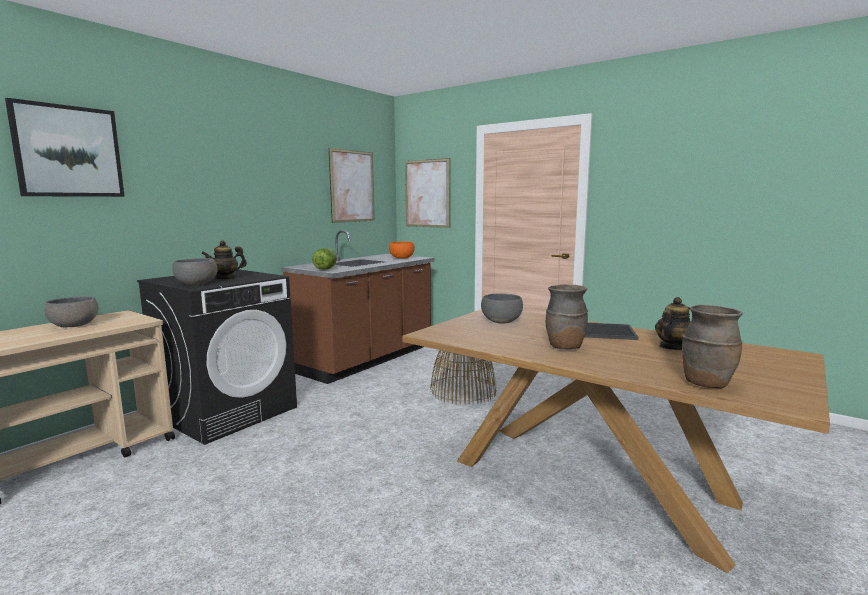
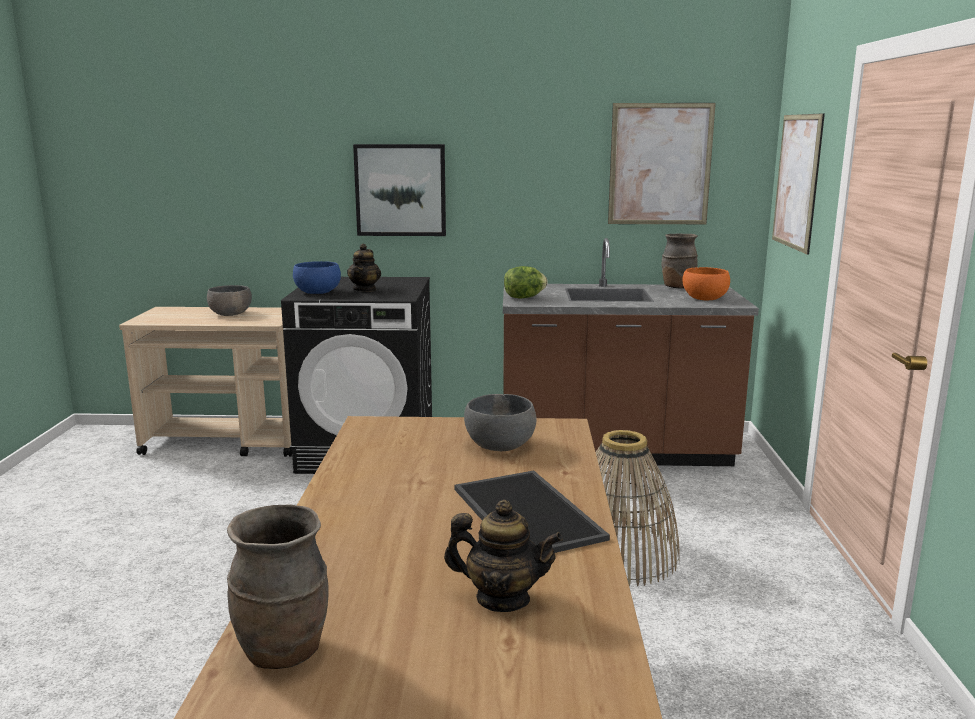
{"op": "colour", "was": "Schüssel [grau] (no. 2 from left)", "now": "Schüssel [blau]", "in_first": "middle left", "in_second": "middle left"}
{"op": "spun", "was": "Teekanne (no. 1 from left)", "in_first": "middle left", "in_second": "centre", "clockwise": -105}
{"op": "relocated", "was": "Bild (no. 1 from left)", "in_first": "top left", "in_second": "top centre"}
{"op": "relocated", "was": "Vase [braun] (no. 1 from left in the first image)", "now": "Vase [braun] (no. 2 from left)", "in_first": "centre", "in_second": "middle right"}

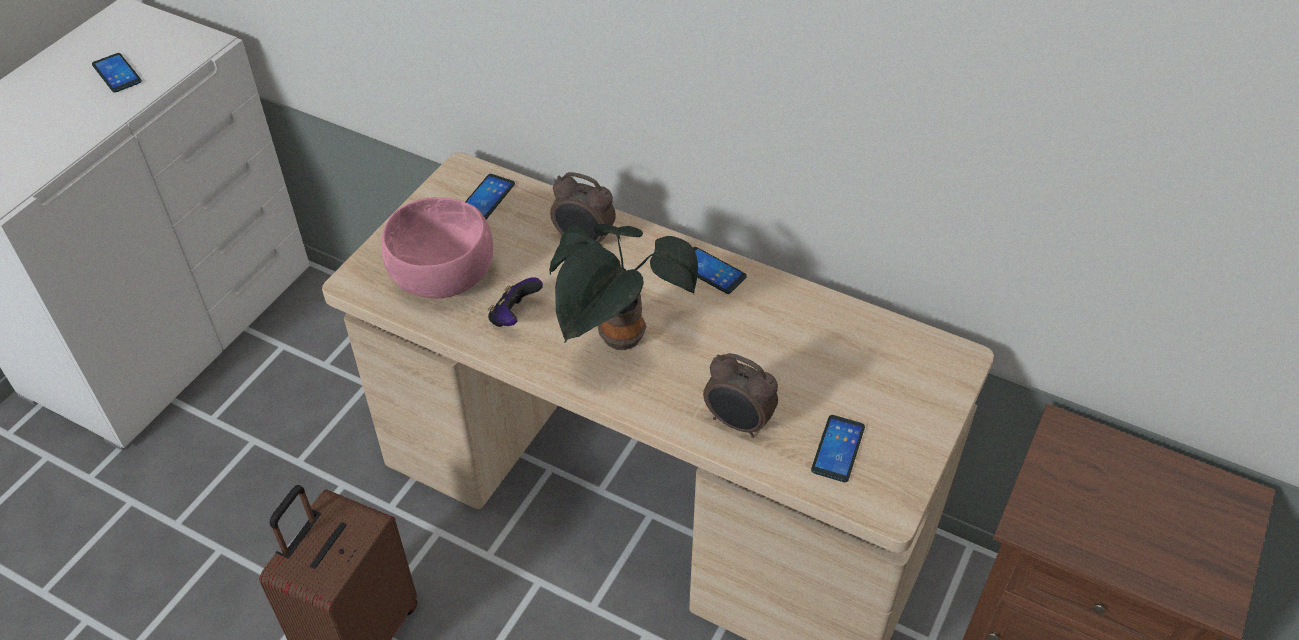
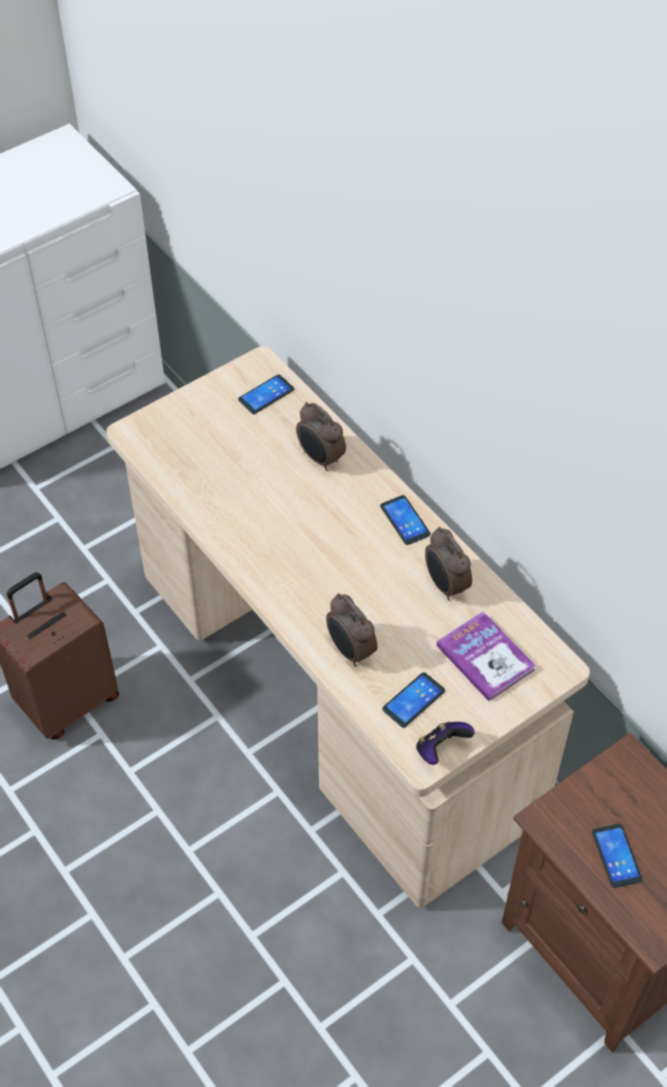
{"op": "relocated", "was": "Gamepad", "in_first": "centre", "in_second": "bottom right"}
{"op": "appeared", "now": "Wecker (no. 3 from left)", "in_second": "middle right"}
{"op": "appeared", "now": "Buch", "in_second": "middle right"}
{"op": "relocated", "was": "Handy (no. 1 from left in the first image)", "now": "Handy (no. 4 from left)", "in_first": "top left", "in_second": "bottom right"}
{"op": "missing", "was": "Schüssel [rosa]", "in_first": "centre"}
{"op": "missing", "was": "Topfpflanze", "in_first": "centre"}

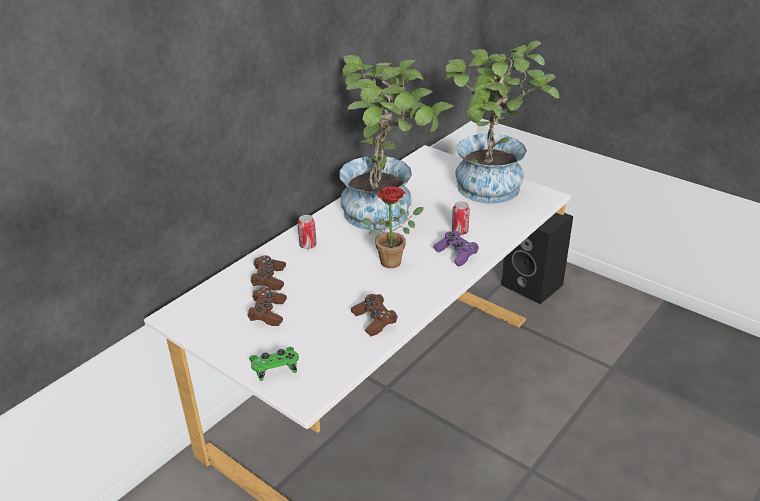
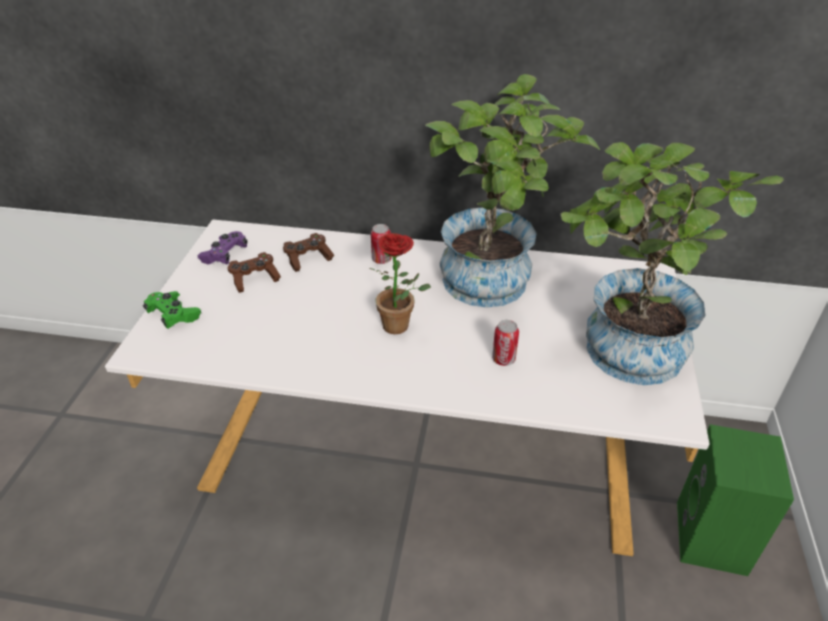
{"op": "relocated", "was": "Gamepad [lila]", "in_first": "centre", "in_second": "middle left"}
{"op": "colour", "was": "Lautsprecher [schwarz]", "now": "Lautsprecher [grün]", "in_first": "middle right", "in_second": "bottom right"}
{"op": "missing", "was": "Gamepad [braun] (no. 3 from left)", "in_first": "centre"}

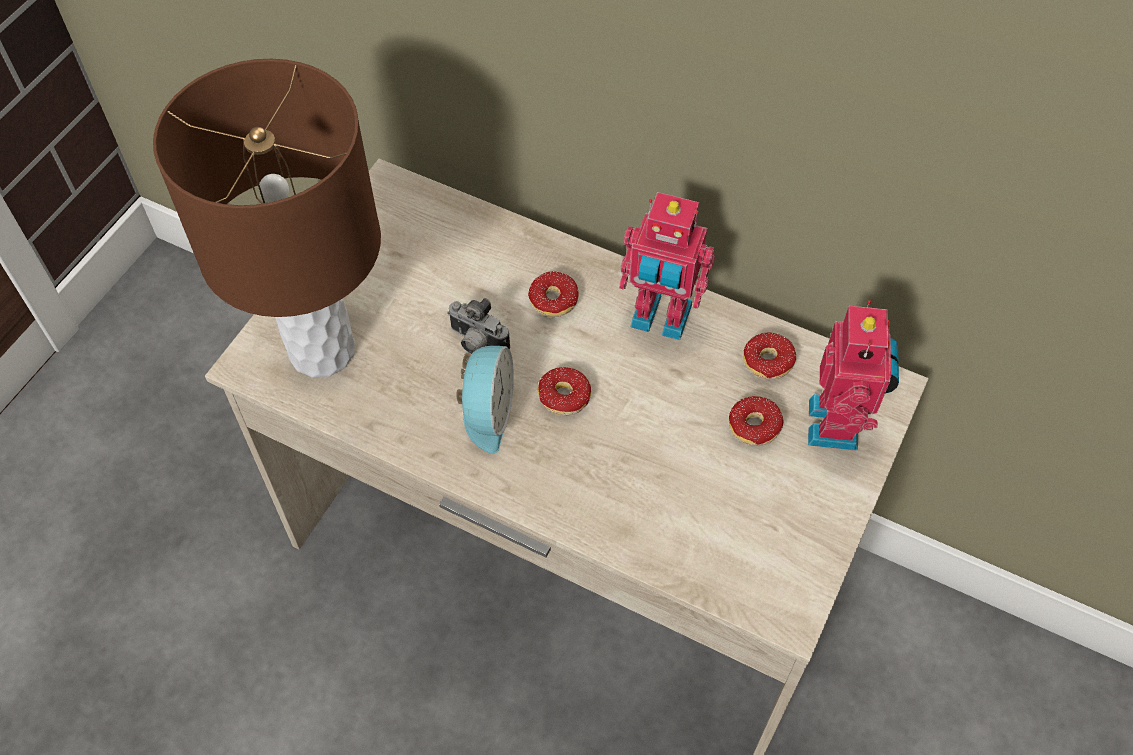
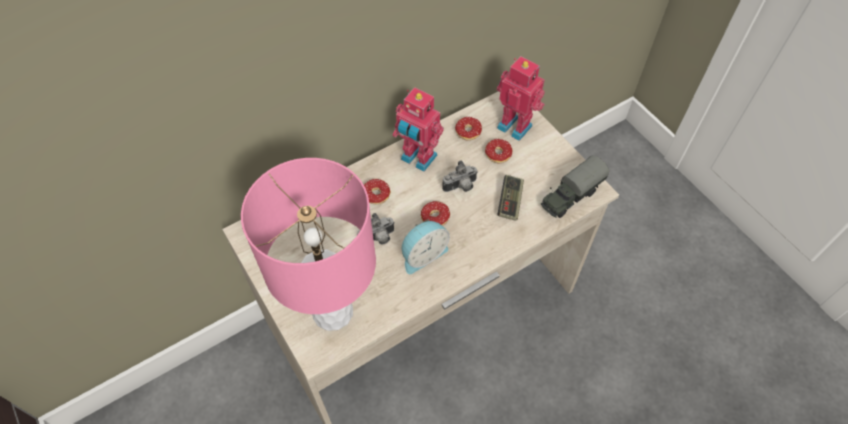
{"op": "colour", "was": "Tischlampe [braun]", "now": "Tischlampe [rosa]", "in_first": "top left", "in_second": "centre"}
{"op": "spun", "was": "Spielzeugroboter (no. 1 from left)", "in_first": "centre", "in_second": "top centre", "clockwise": 75}
{"op": "spun", "was": "Wecker", "in_first": "centre", "in_second": "centre", "clockwise": 105}
{"op": "appeared", "now": "Kamera (no. 2 from left)", "in_second": "centre"}
{"op": "appeared", "now": "Gamepad", "in_second": "centre"}
{"op": "appeared", "now": "Spielzeuglaster", "in_second": "middle right"}

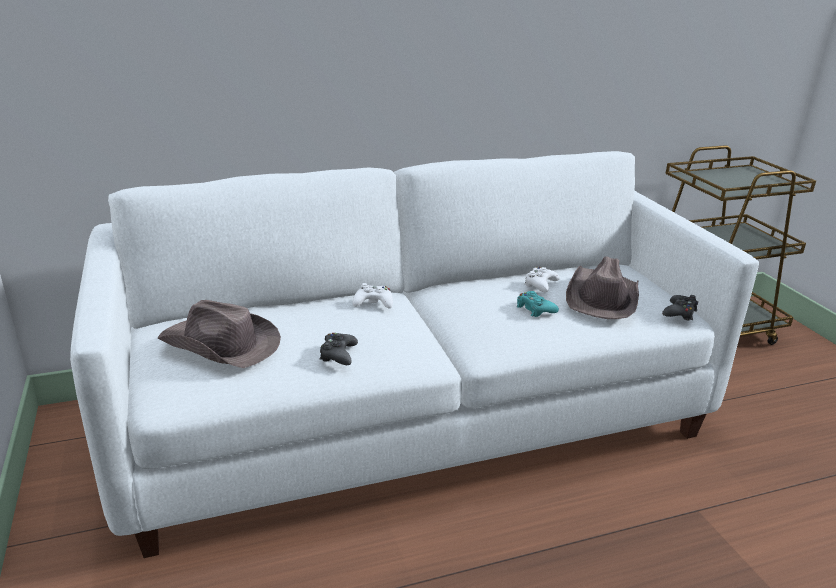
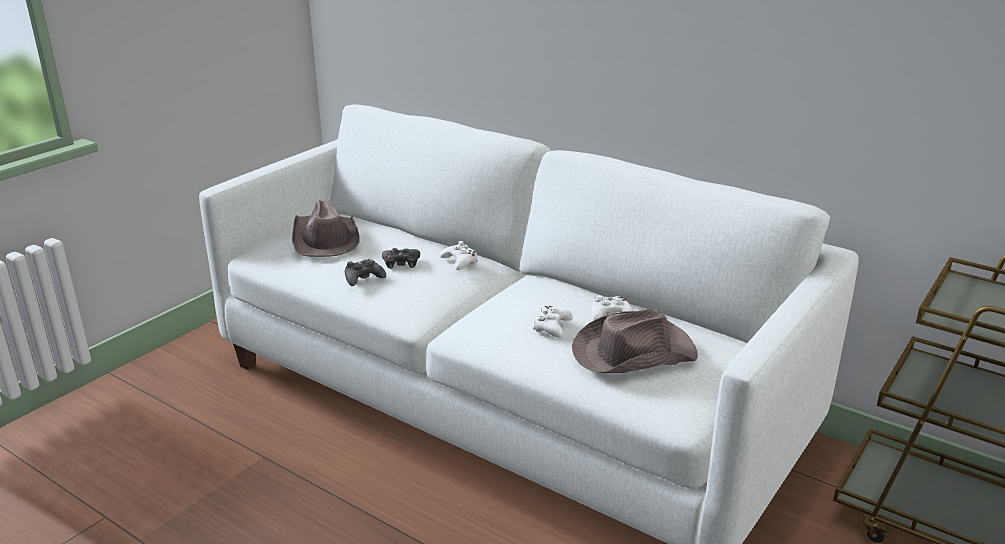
{"op": "relocated", "was": "Gamepad [schwarz] (no. 2 from left)", "in_first": "middle right", "in_second": "centre"}
{"op": "colour", "was": "Gamepad [türkis]", "now": "Gamepad [weiß] (no. 2 from left)", "in_first": "centre", "in_second": "centre"}

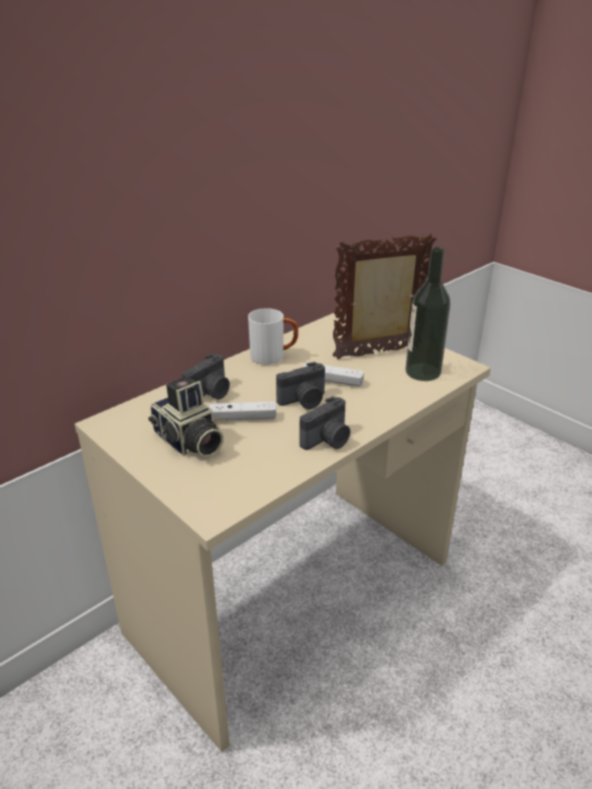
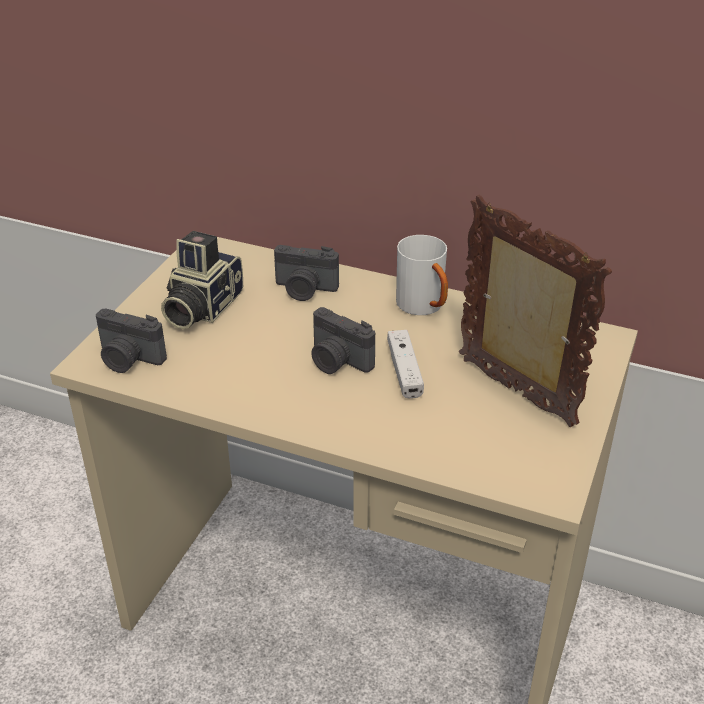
{"op": "relocated", "was": "Kamera (no. 4 from left in the first image)", "now": "Kamera (no. 1 from left)", "in_first": "centre", "in_second": "middle left"}
{"op": "missing", "was": "Gamepad [weiß] (no. 1 from left)", "in_first": "centre"}
{"op": "missing", "was": "Flasche", "in_first": "middle right"}

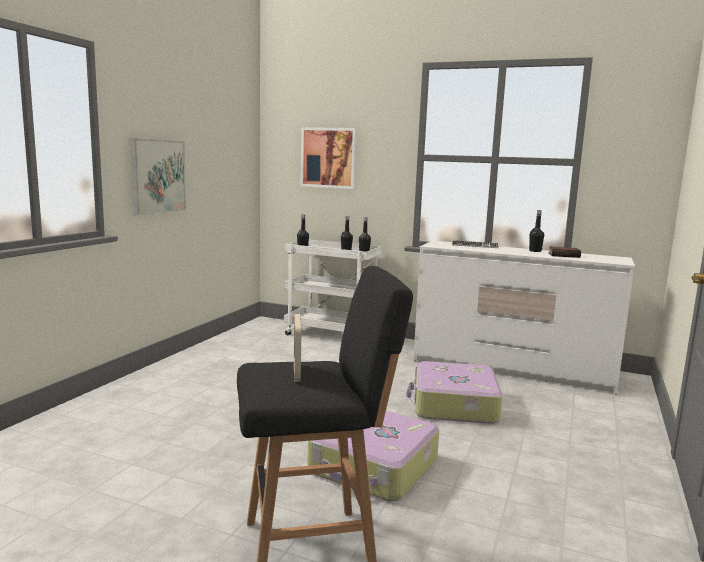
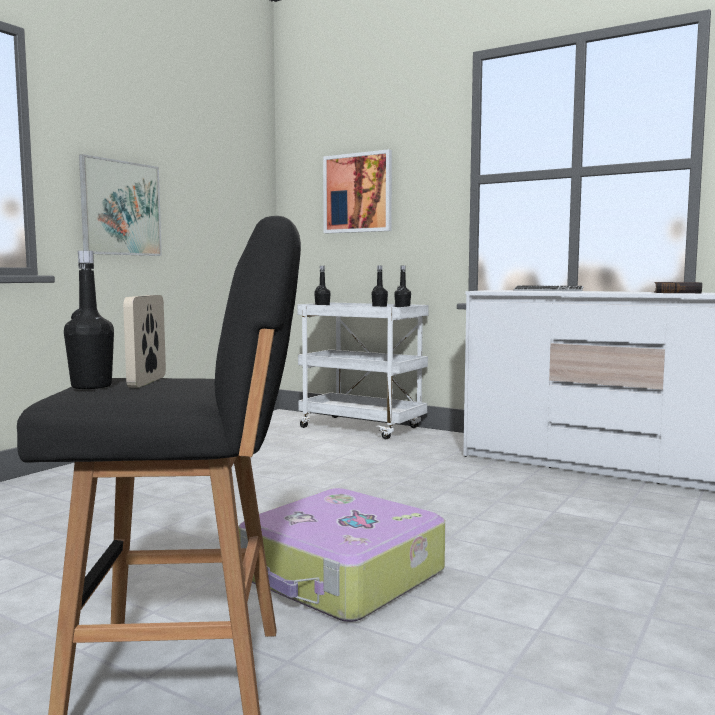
{"op": "relocated", "was": "Flasche [schwarz] (no. 4 from left in the first image)", "now": "Flasche [schwarz] (no. 1 from left)", "in_first": "middle right", "in_second": "middle left"}
{"op": "missing", "was": "Koffer (no. 2 from left)", "in_first": "bottom centre"}

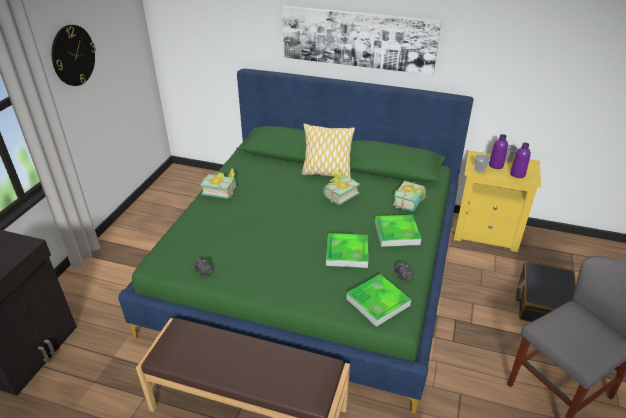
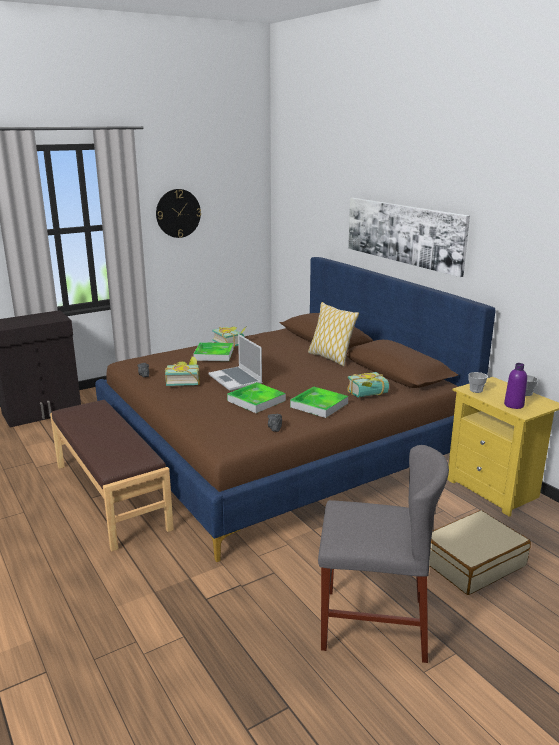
{"op": "colour", "was": "Bett [grün]", "now": "Bett [braun]", "in_first": "centre", "in_second": "centre"}
{"op": "relocated", "was": "Buch (no. 2 from left in the first image)", "now": "Buch (no. 1 from left)", "in_first": "centre", "in_second": "middle left"}
{"op": "relocated", "was": "Tablett (no. 2 from left in the first image)", "now": "Tablett (no. 1 from left)", "in_first": "bottom centre", "in_second": "centre"}
{"op": "appeared", "now": "Laptop", "in_second": "centre"}
{"op": "colour", "was": "Koffer [schwarz]", "now": "Koffer [beige]", "in_first": "bottom right", "in_second": "bottom right"}
{"op": "missing", "was": "Flasche [lila] (no. 1 from left)", "in_first": "middle right"}

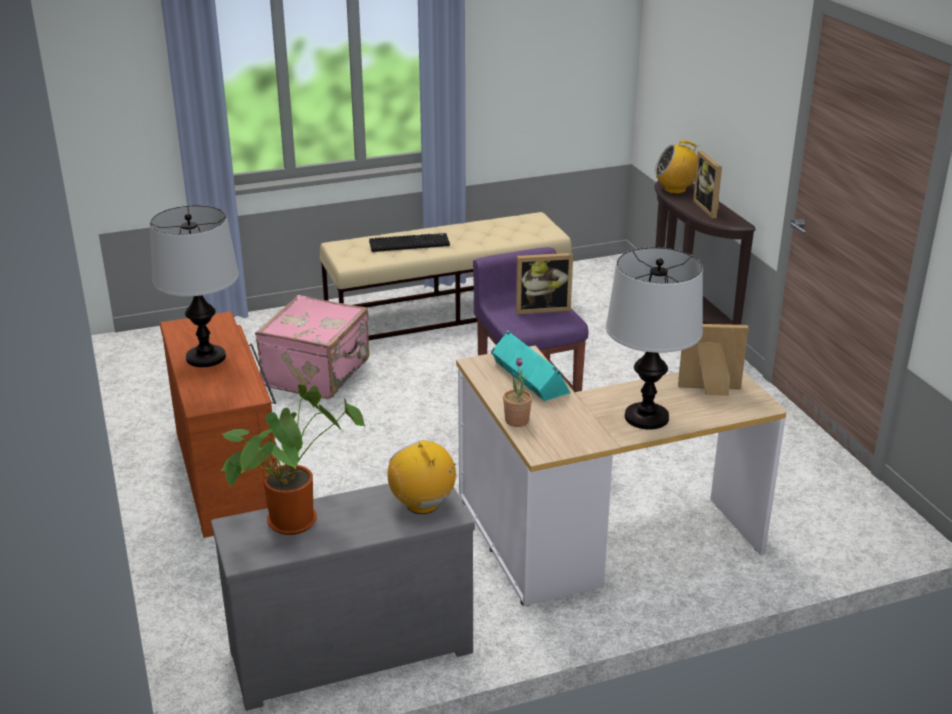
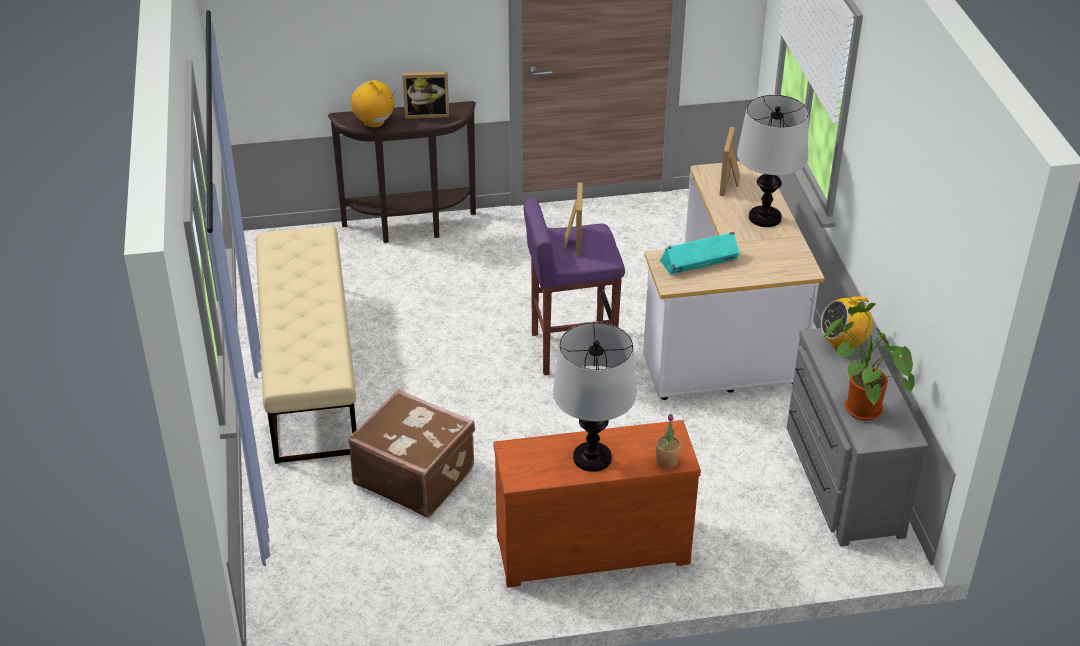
{"op": "colour", "was": "Koffer [rosa]", "now": "Koffer [braun]", "in_first": "middle left", "in_second": "bottom centre"}
{"op": "spun", "was": "Radio (no. 2 from left in the first image)", "in_first": "top right", "in_second": "top centre", "clockwise": 135}
{"op": "relocated", "was": "Topfpflanze (no. 2 from left in the first image)", "now": "Topfpflanze (no. 1 from left)", "in_first": "centre", "in_second": "bottom centre"}
{"op": "missing", "was": "Tastatur", "in_first": "centre"}

